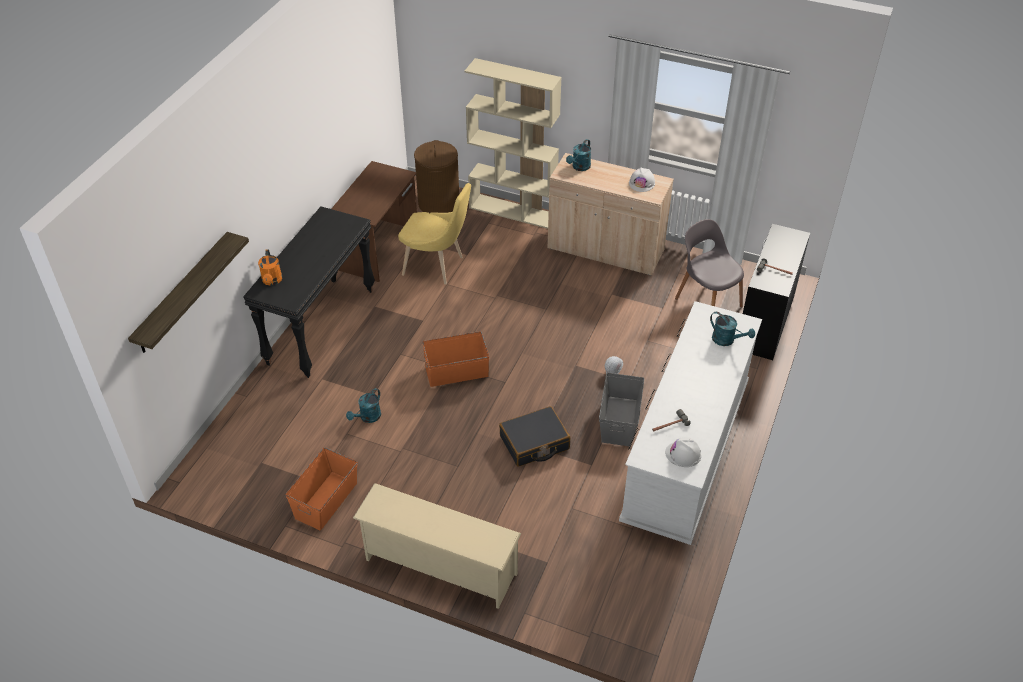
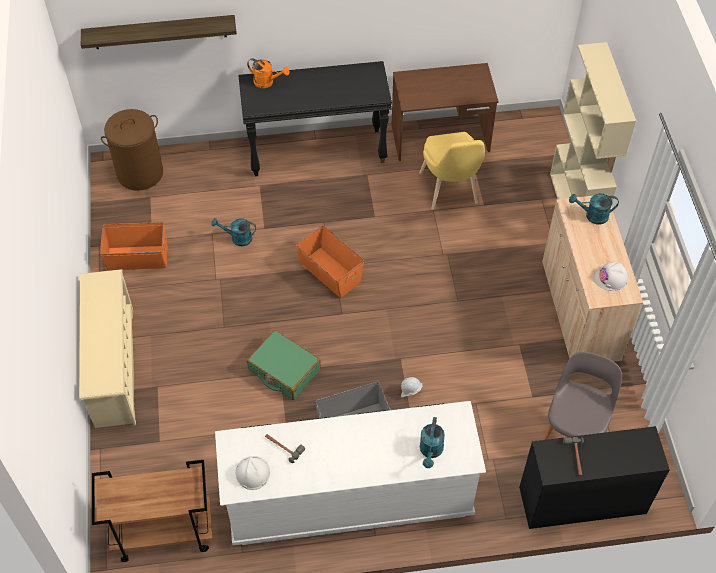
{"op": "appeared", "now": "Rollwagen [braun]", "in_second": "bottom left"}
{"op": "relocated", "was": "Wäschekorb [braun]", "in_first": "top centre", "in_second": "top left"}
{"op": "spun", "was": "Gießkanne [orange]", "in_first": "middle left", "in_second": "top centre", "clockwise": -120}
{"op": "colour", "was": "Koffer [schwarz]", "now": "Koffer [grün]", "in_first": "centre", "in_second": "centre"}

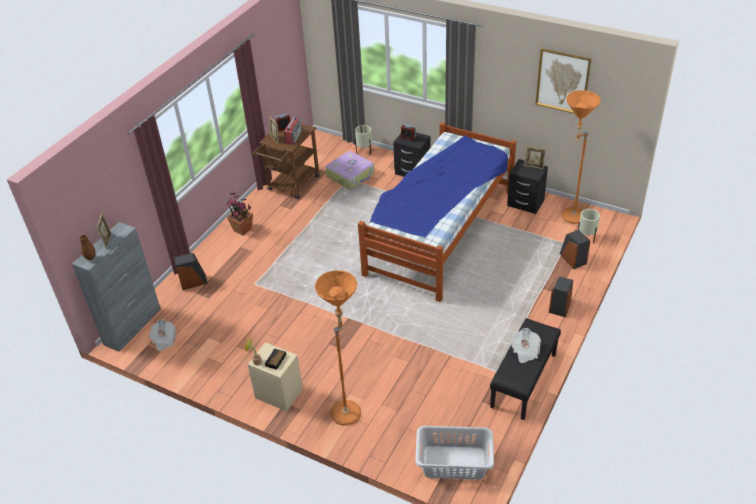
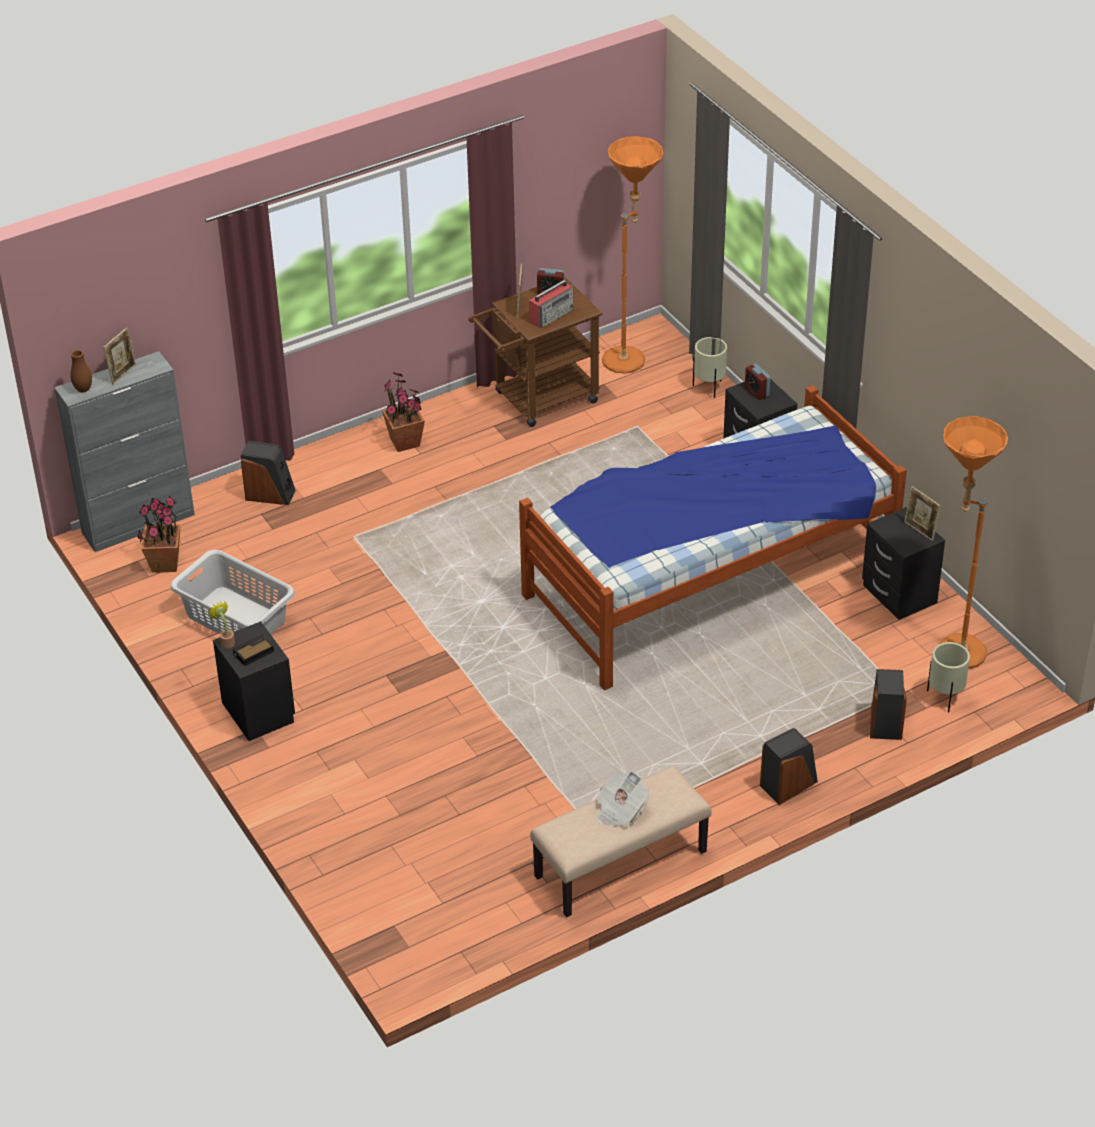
{"op": "exchanged", "was": "Zeitung (no. 1 from left)", "now": "Topfpflanze (no. 1 from left)", "in_first": "middle left", "in_second": "middle left"}
{"op": "relocated", "was": "Wäschekorb [grau]", "in_first": "bottom centre", "in_second": "middle left"}
{"op": "colour", "was": "Nachttisch [beige]", "now": "Nachttisch [schwarz] (no. 1 from left)", "in_first": "bottom centre", "in_second": "middle left"}
{"op": "colour", "was": "Bank [schwarz]", "now": "Bank [beige]", "in_first": "bottom right", "in_second": "bottom centre"}
{"op": "relocated", "was": "Stehlampe [orange] (no. 1 from left)", "in_first": "bottom centre", "in_second": "top centre"}
{"op": "missing", "was": "Koffer", "in_first": "centre"}
{"op": "missing", "was": "Bild", "in_first": "top right"}

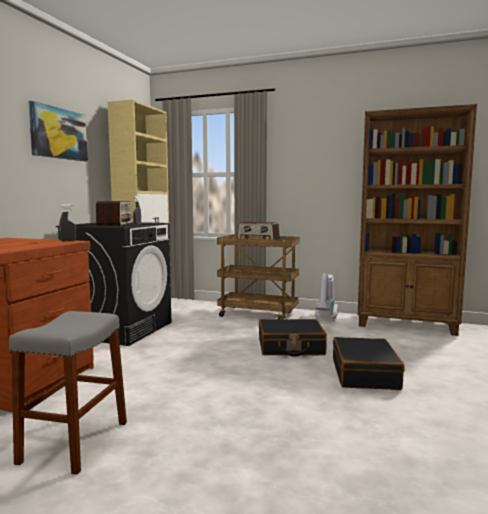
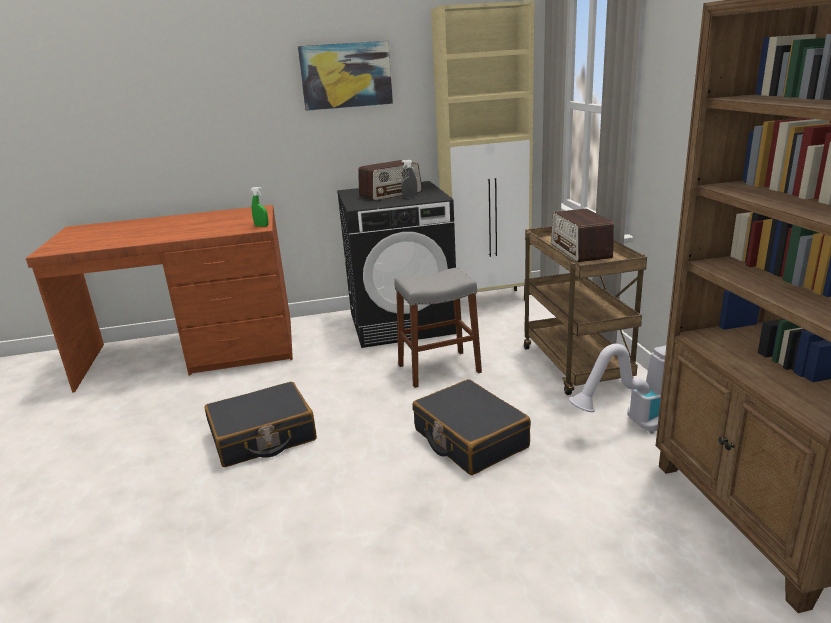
{"op": "relocated", "was": "Koffer [schwarz] (no. 2 from left in the first image)", "now": "Koffer [schwarz] (no. 1 from left)", "in_first": "bottom right", "in_second": "bottom left"}
{"op": "colour", "was": "Sprühflasche [grau] (no. 1 from left)", "now": "Sprühflasche [grün]", "in_first": "middle left", "in_second": "top left"}
{"op": "relocated", "was": "Hocker [grau]", "in_first": "bottom left", "in_second": "centre"}

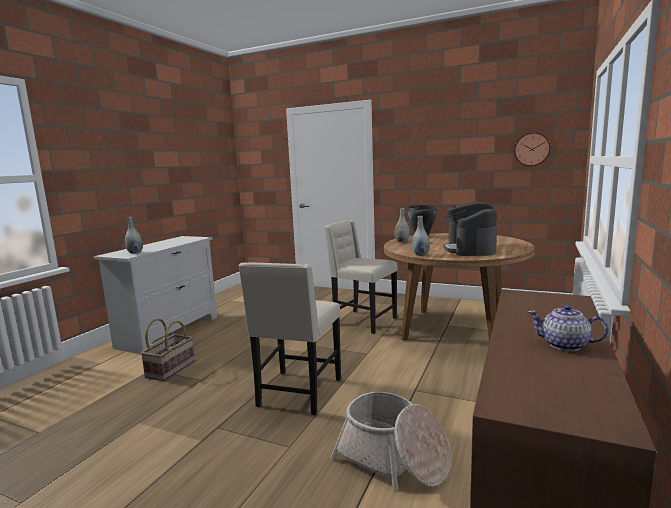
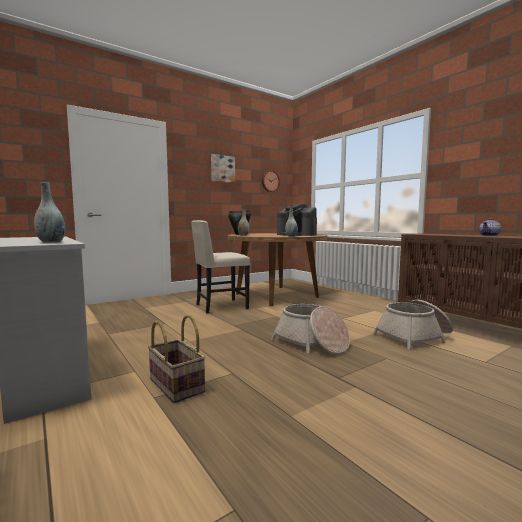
{"op": "appeared", "now": "Bild", "in_second": "top centre"}
{"op": "exchanged", "was": "Stuhl [beige] (no. 1 from left)", "now": "Korb (no. 2 from left)", "in_first": "centre", "in_second": "centre"}

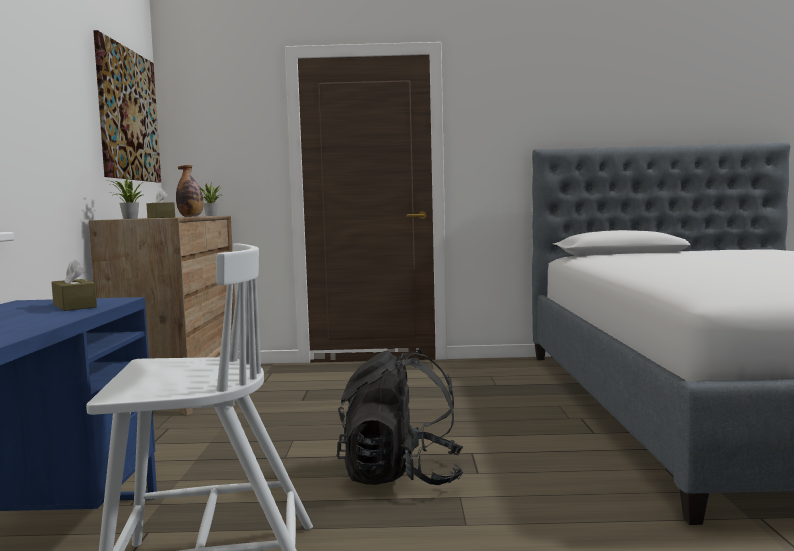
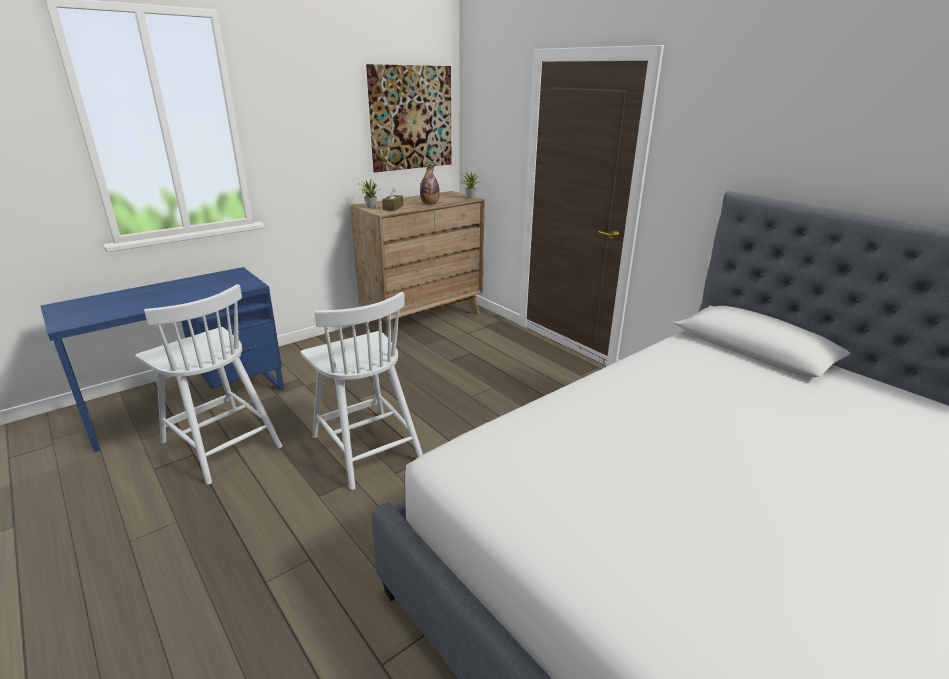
{"op": "exchanged", "was": "Rucksack [schwarz]", "now": "Stuhl [weiß] (no. 2 from left)", "in_first": "bottom centre", "in_second": "centre"}
{"op": "missing", "was": "Taschentuchbox [braun] (no. 1 from left)", "in_first": "middle left"}

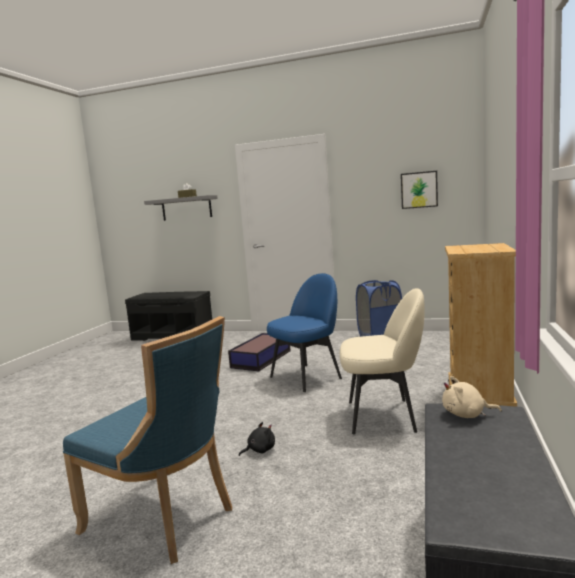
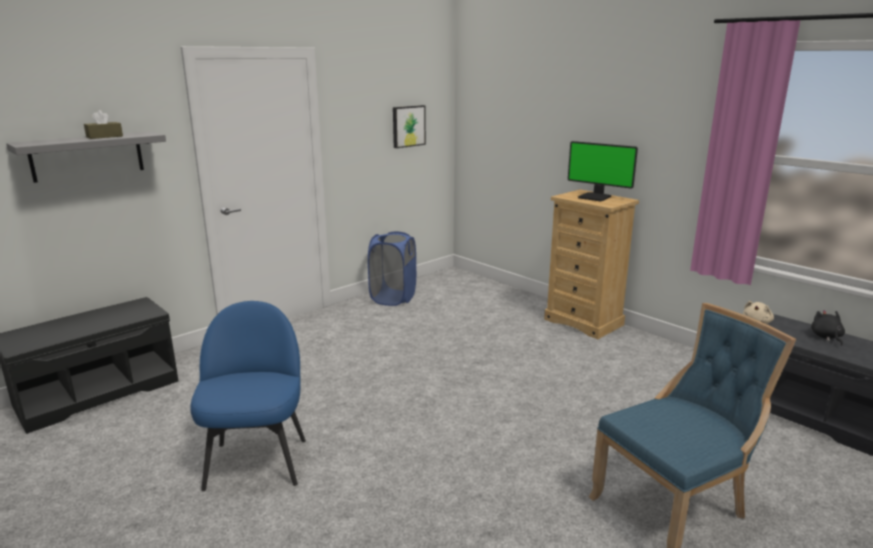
{"op": "relocated", "was": "Stuhl [blau] (no. 2 from left in the first image)", "now": "Stuhl [blau] (no. 1 from left)", "in_first": "centre", "in_second": "bottom left"}
{"op": "appeared", "now": "Monitor", "in_second": "top right"}
{"op": "relocated", "was": "Plüschtier [schwarz]", "in_first": "bottom centre", "in_second": "middle right"}
{"op": "missing", "was": "Aufbewahrungsbox", "in_first": "centre"}
{"op": "missing", "was": "Stuhl [beige]", "in_first": "centre"}

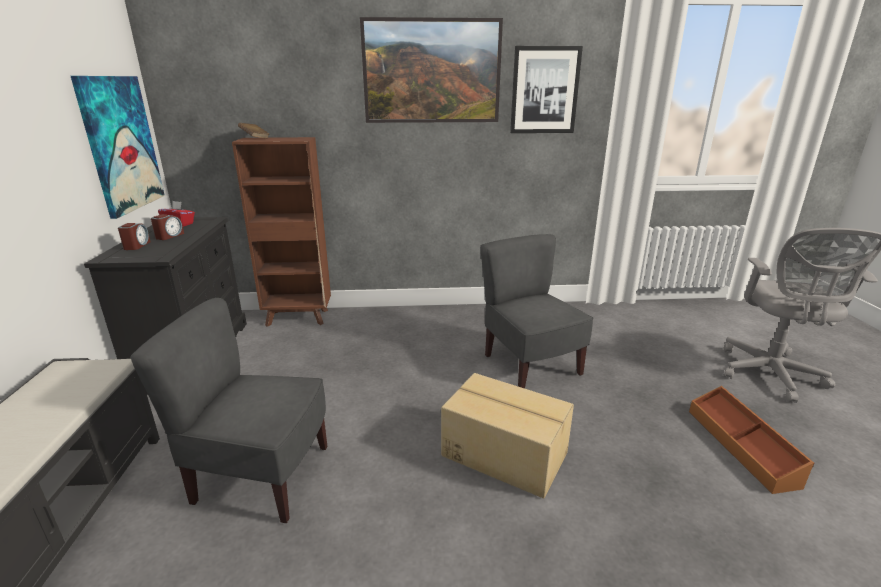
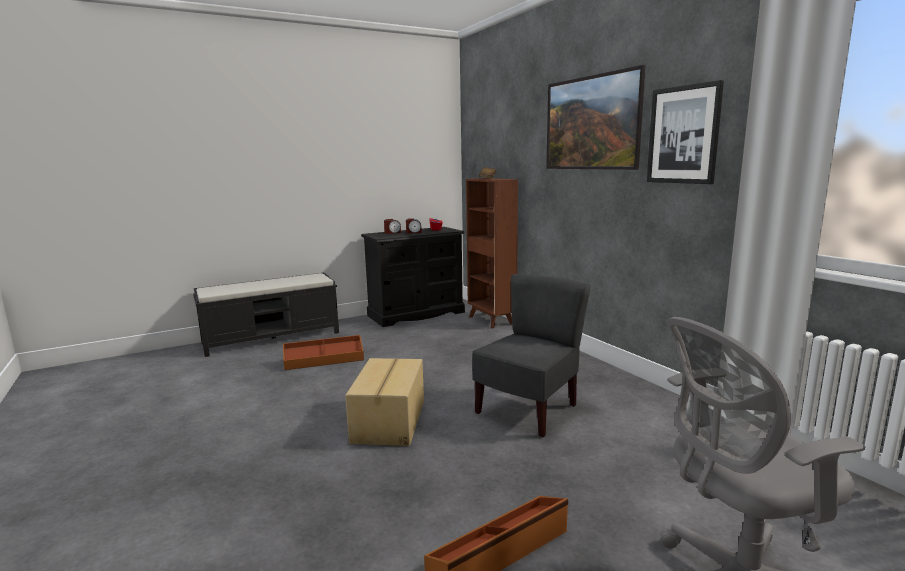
{"op": "exchanged", "was": "Stuhl [grau] (no. 1 from left)", "now": "Aufbewahrungsbox [braun] (no. 1 from left)", "in_first": "bottom left", "in_second": "centre"}
{"op": "missing", "was": "Bild (no. 1 from left)", "in_first": "top left"}

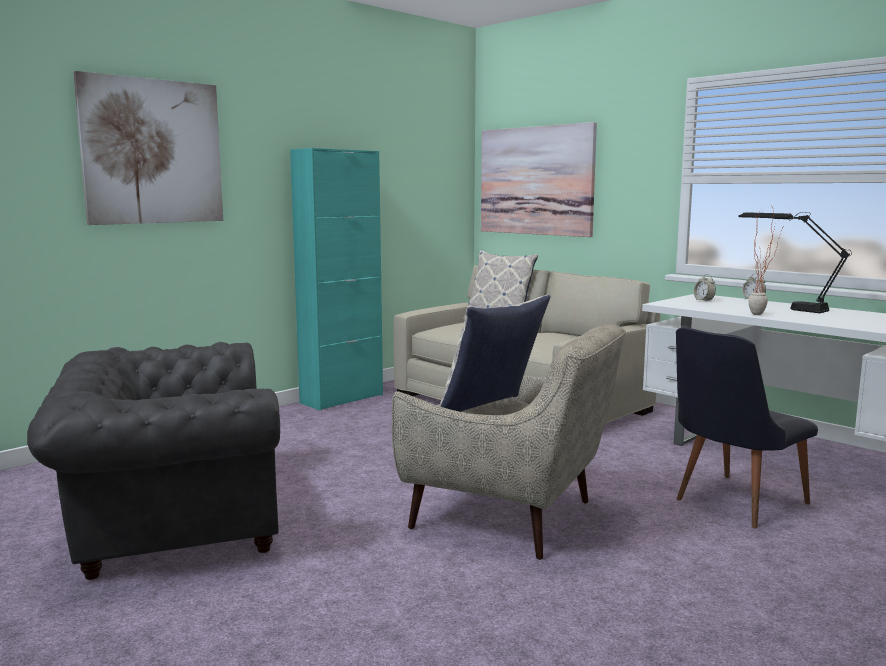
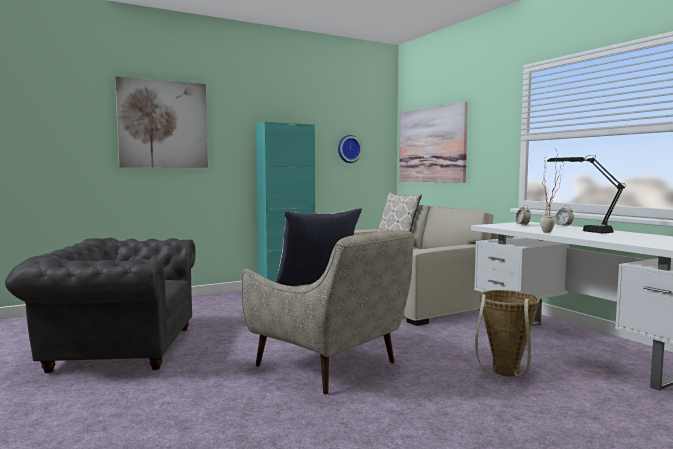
{"op": "appeared", "now": "Wanduhr", "in_second": "top centre"}
{"op": "exchanged", "was": "Stuhl [schwarz]", "now": "Korb", "in_first": "middle right", "in_second": "bottom right"}

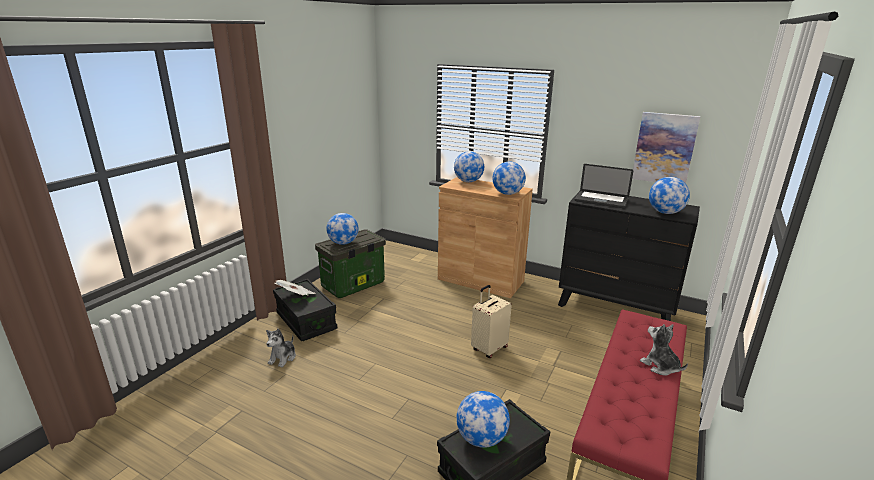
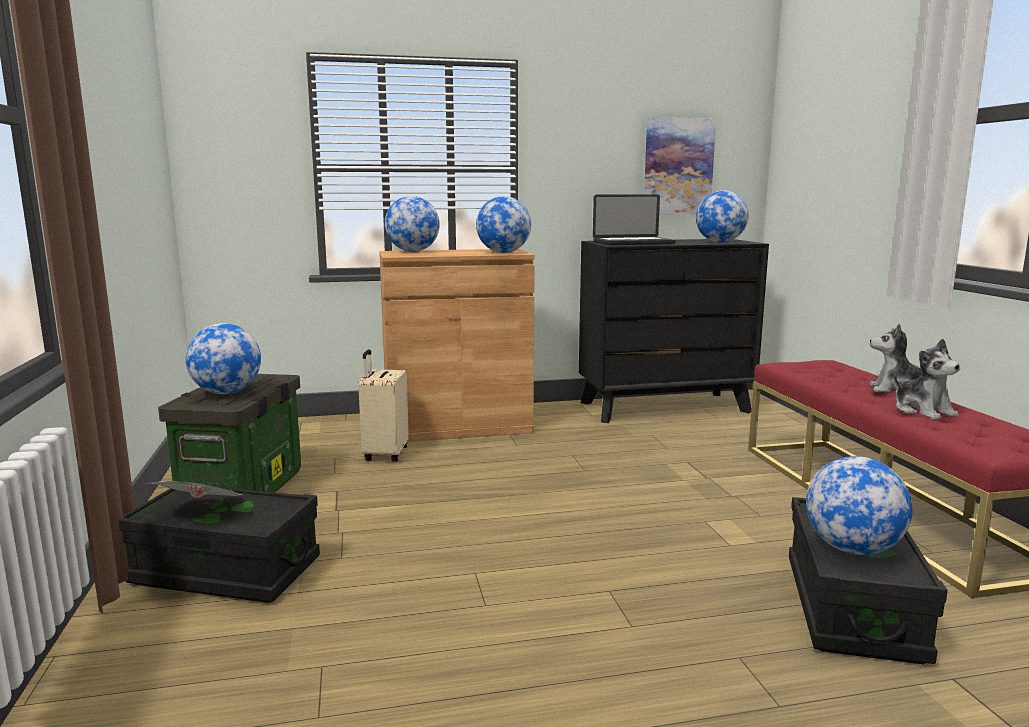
{"op": "relocated", "was": "Koffer [beige]", "in_first": "bottom centre", "in_second": "centre"}
{"op": "relocated", "was": "Plüschtier (no. 1 from left in the first image)", "now": "Plüschtier (no. 2 from left)", "in_first": "bottom left", "in_second": "middle right"}

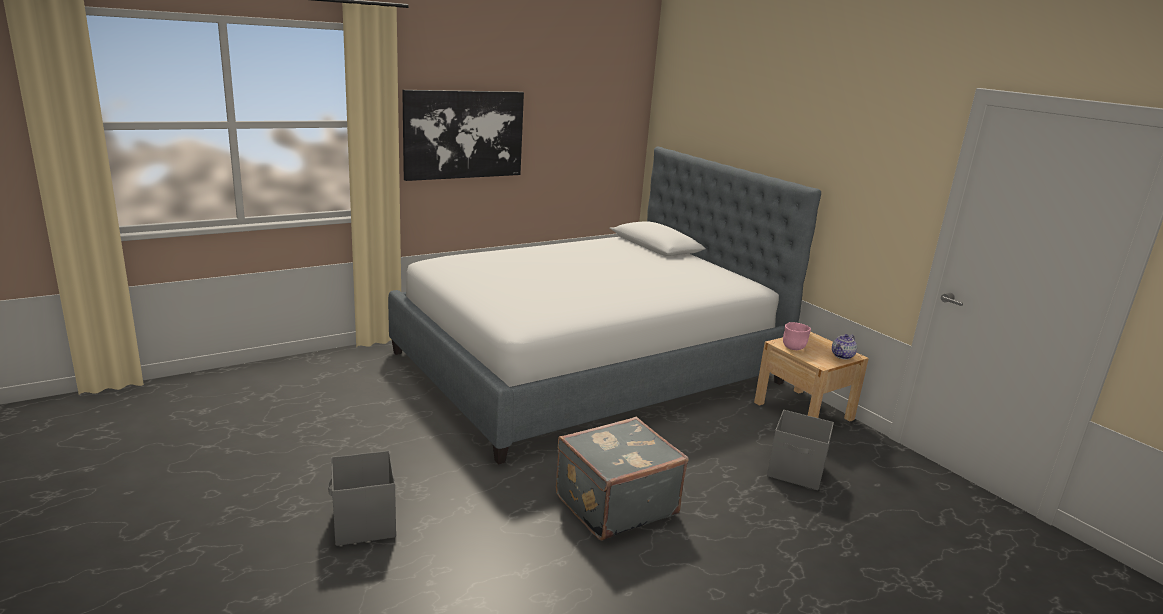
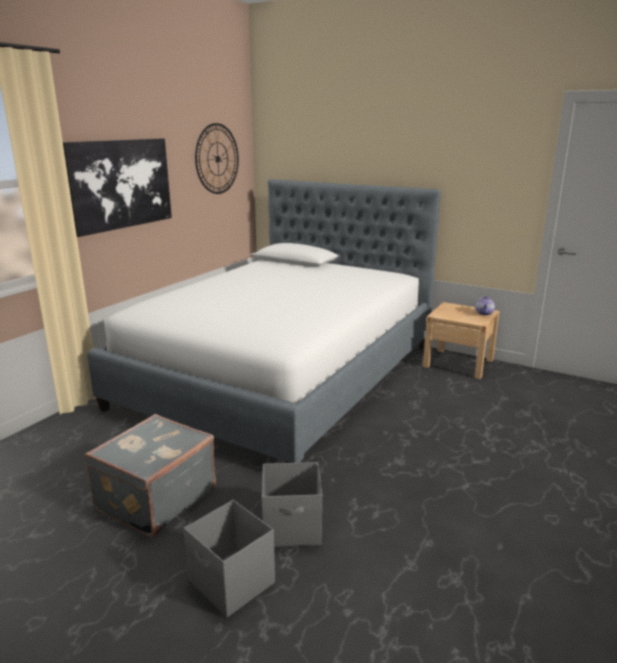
{"op": "relocated", "was": "Koffer [grau]", "in_first": "bottom centre", "in_second": "bottom left"}
{"op": "appeared", "now": "Wanduhr", "in_second": "top centre"}
{"op": "relocated", "was": "Aufbewahrungsbox [grau] (no. 2 from left)", "in_first": "bottom right", "in_second": "bottom centre"}
{"op": "missing", "was": "Schüssel [rosa]", "in_first": "middle right"}

